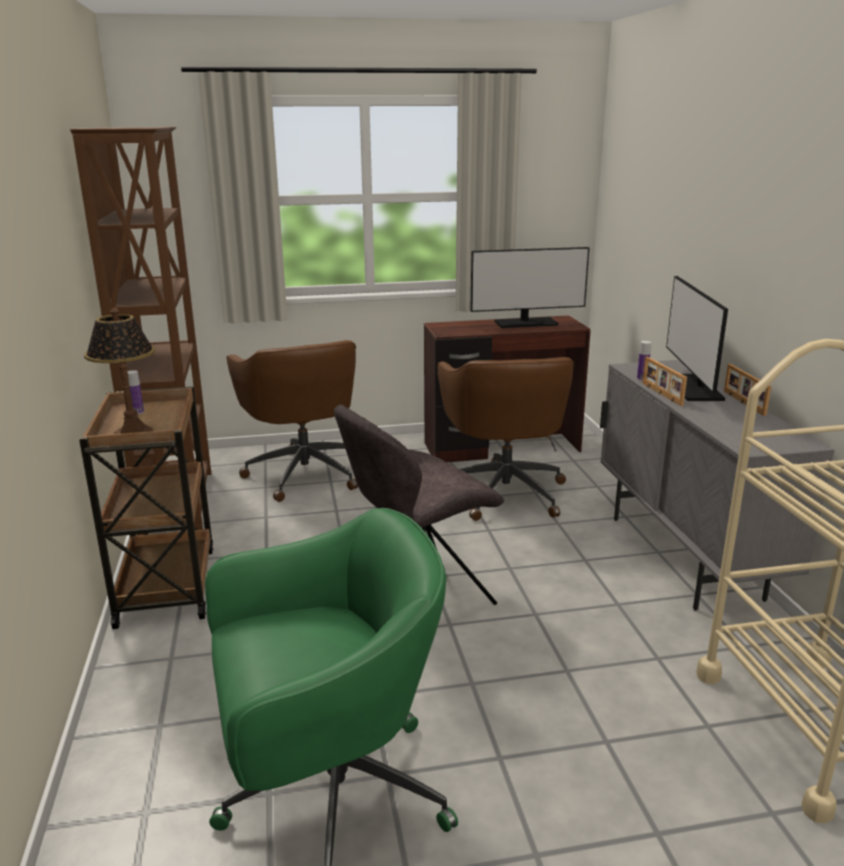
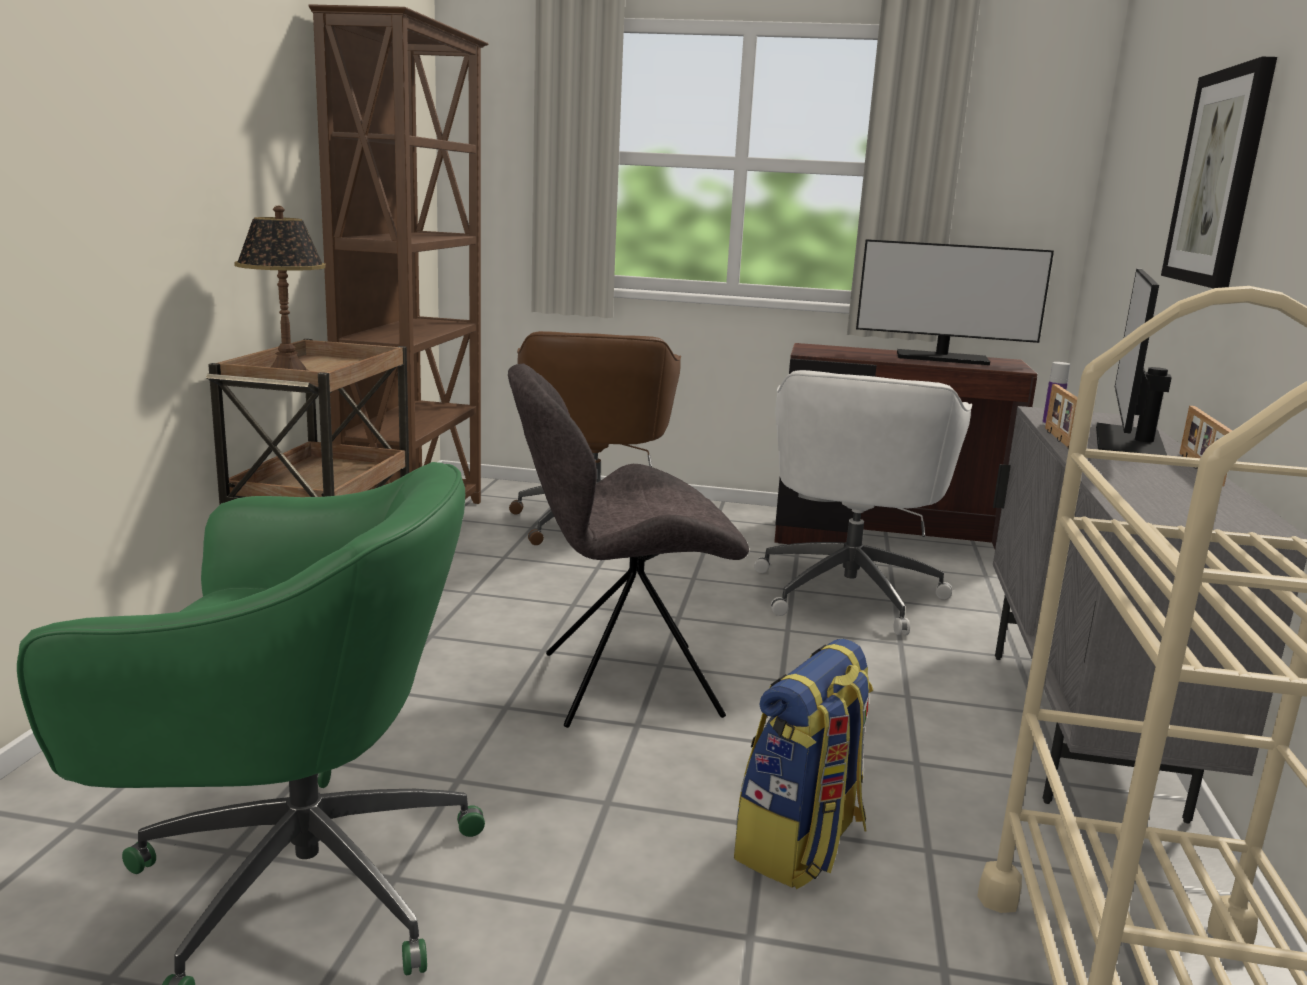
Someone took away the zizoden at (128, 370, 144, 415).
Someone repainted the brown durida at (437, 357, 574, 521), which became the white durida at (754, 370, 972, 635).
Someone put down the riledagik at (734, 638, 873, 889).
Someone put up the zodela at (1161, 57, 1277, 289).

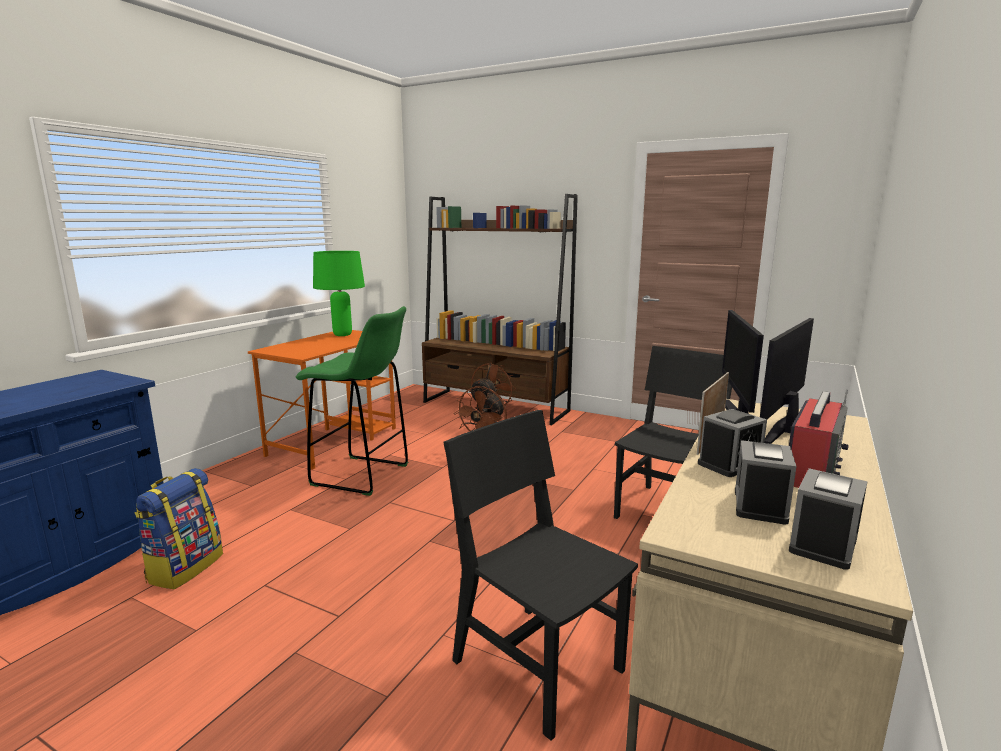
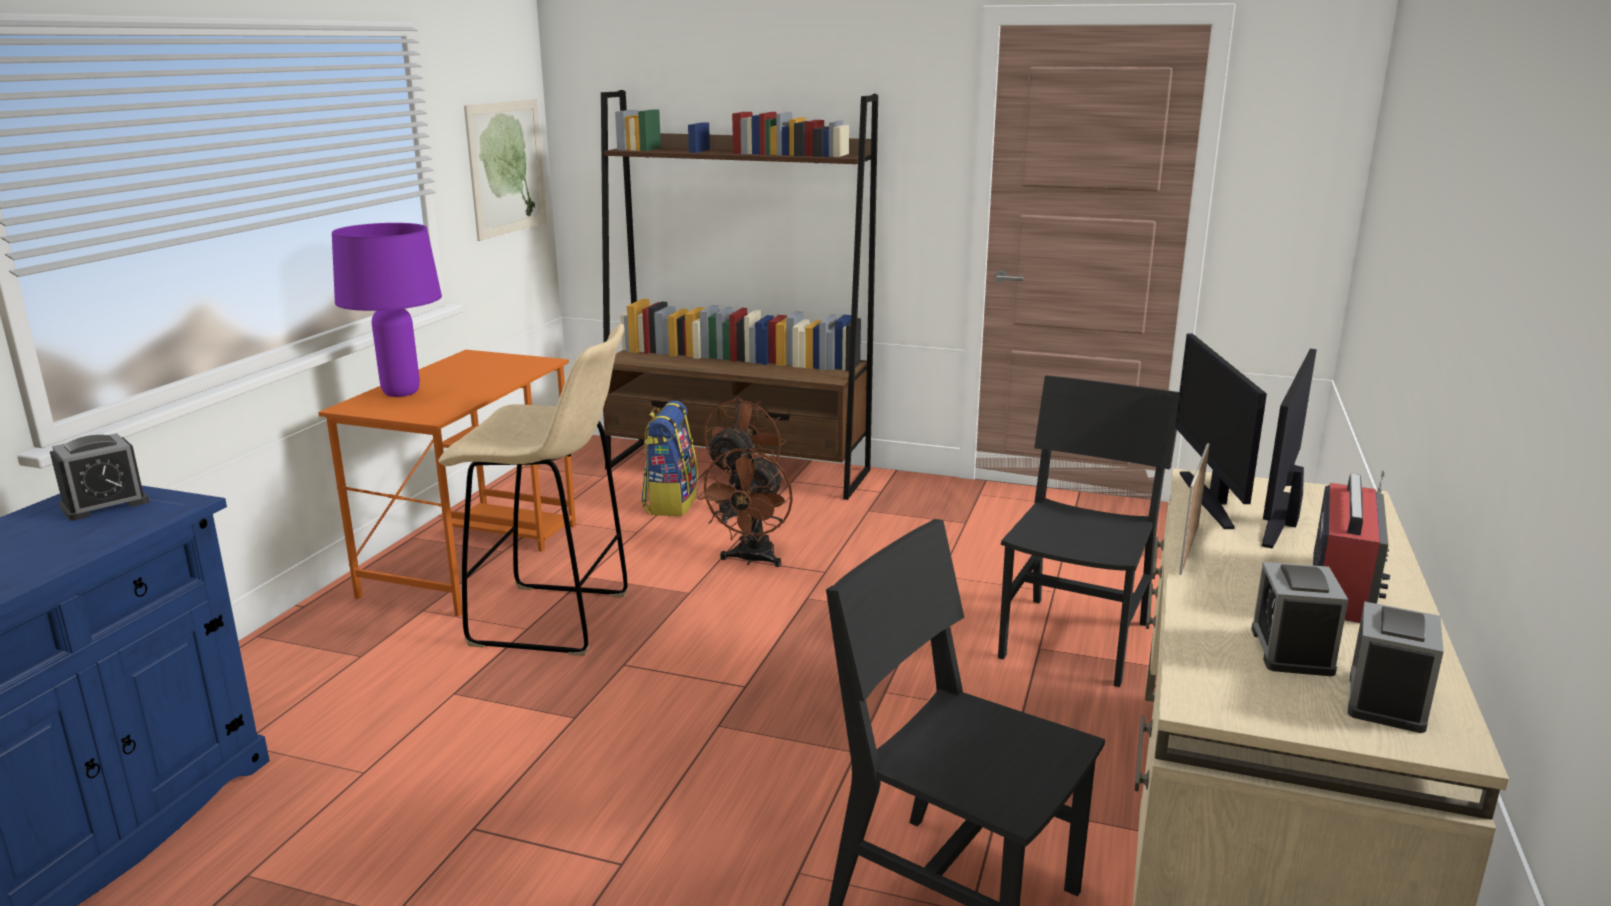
Someone carried the riledagik from (135, 468, 223, 589) to (641, 400, 698, 516).
Someone repainted the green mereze at (296, 306, 408, 496), which became the beige mereze at (438, 324, 628, 656).
Someone took away the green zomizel at (313, 251, 365, 336).
Someone carried the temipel from (698, 409, 767, 477) to (50, 433, 149, 521).
Someone put down the purple zomizel at (332, 223, 442, 397).
Someone put up the zodela at (464, 99, 547, 241).

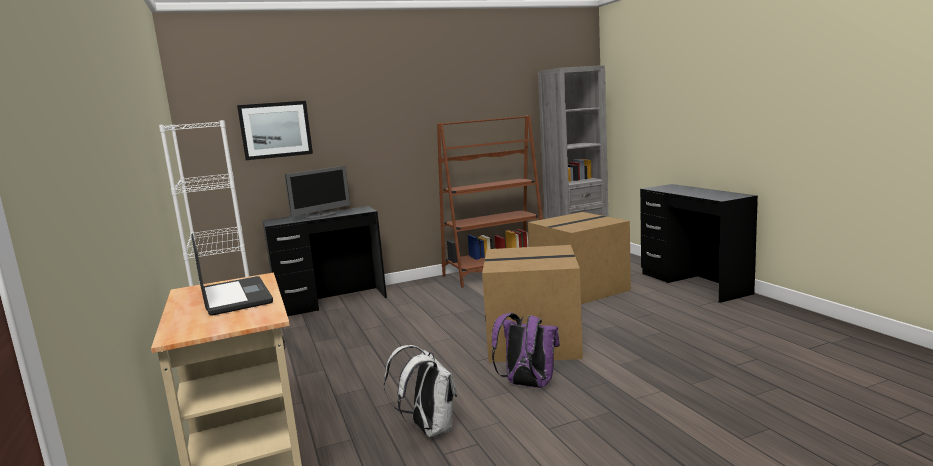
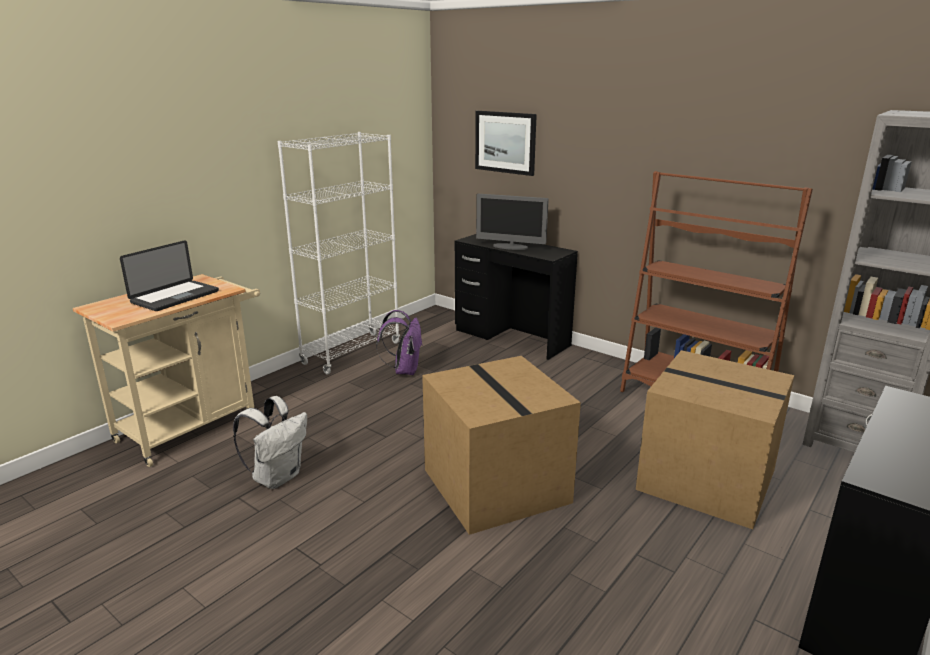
Someone carried the purple riledagik from (492, 313, 560, 388) to (376, 310, 423, 375).

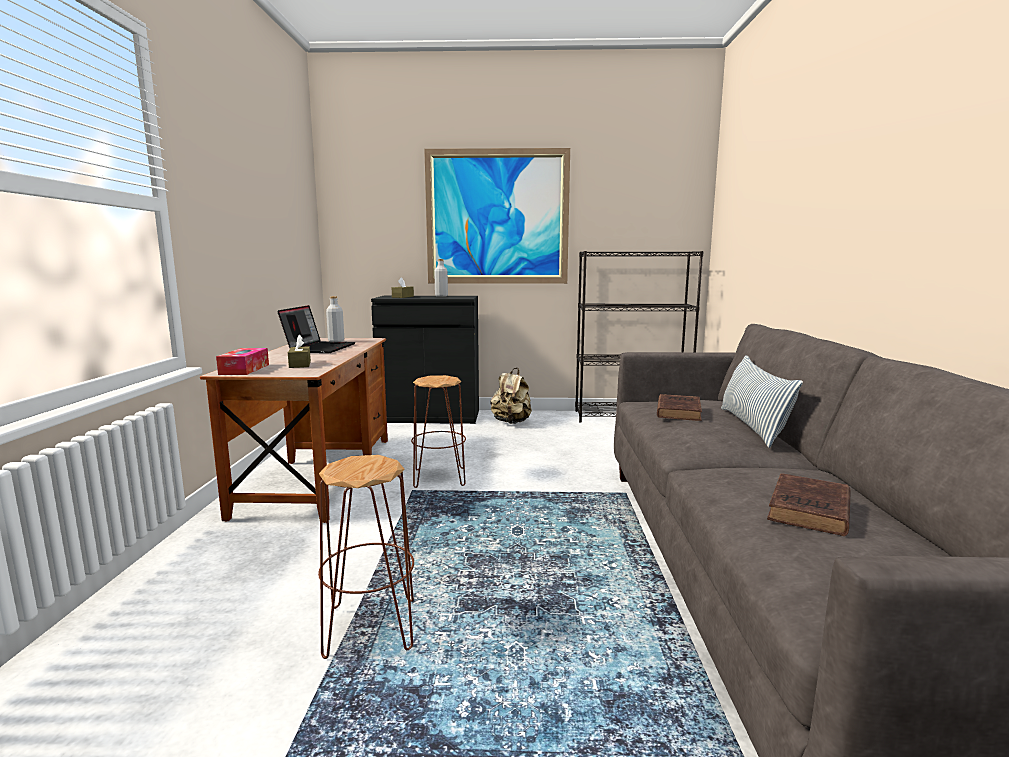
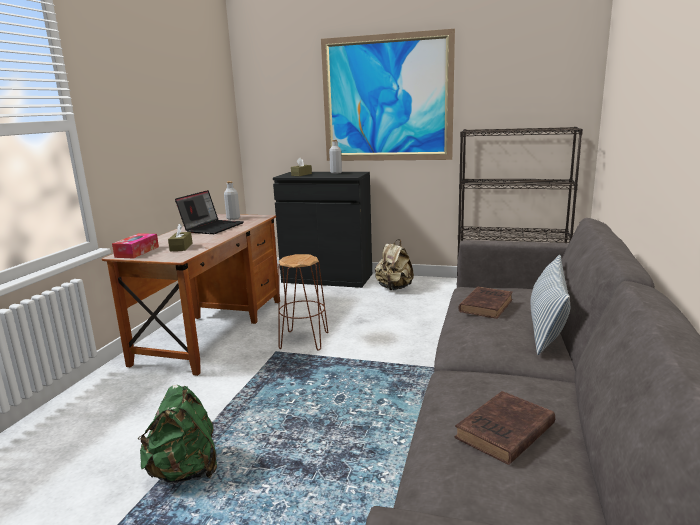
Someone swapped the brown mereze at (318, 455, 414, 659) for the green riledagik at (138, 385, 217, 483).

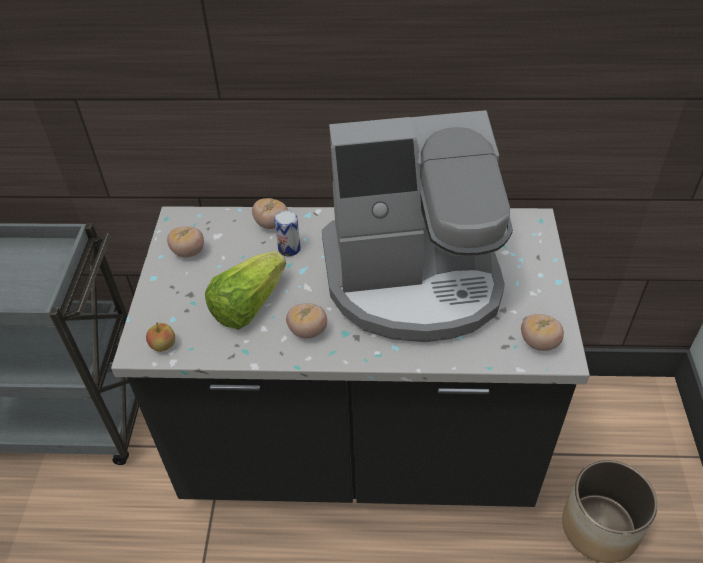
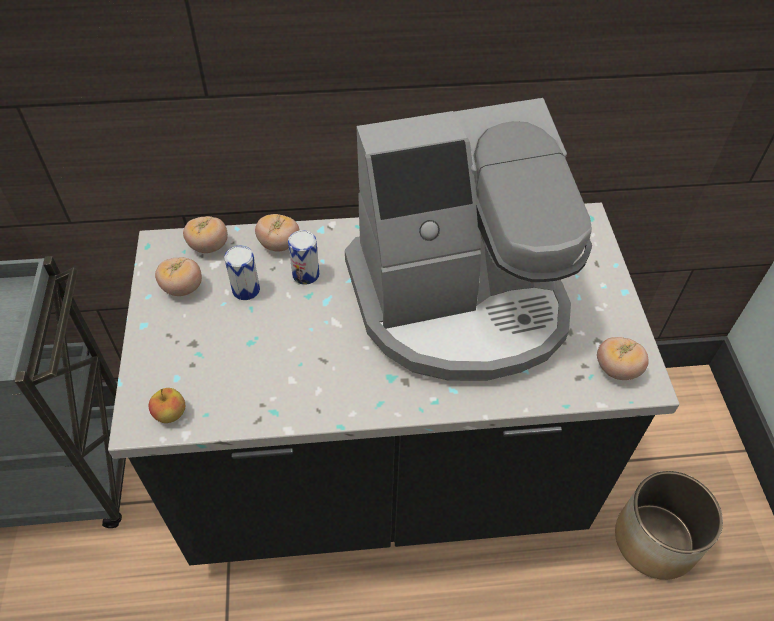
Someone took away the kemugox at (205, 252, 286, 330).
Someone carried the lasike from (286, 303, 327, 339) to (183, 216, 228, 253).
Someone put down the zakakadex at (224, 245, 260, 300).

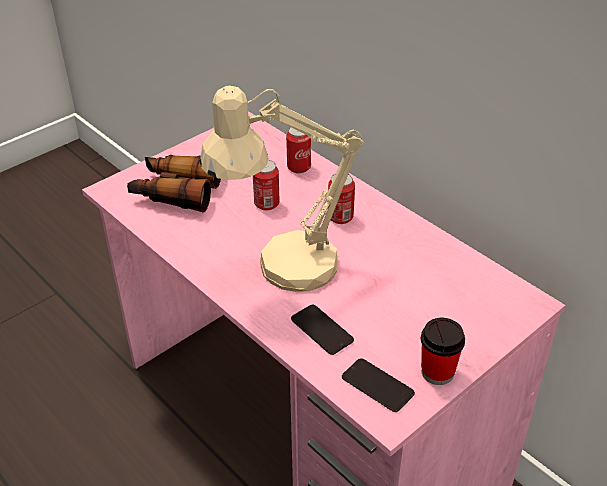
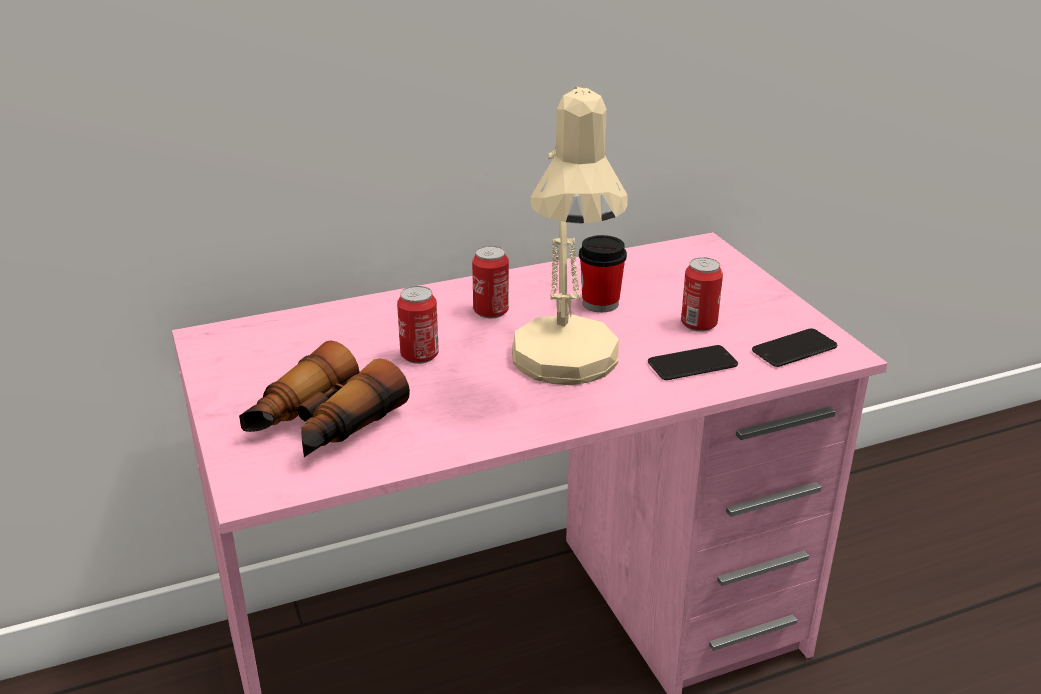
Someone carried the zakakadex from (286, 127, 311, 173) to (681, 257, 723, 332).
Someone carried the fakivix from (421, 318, 465, 385) to (579, 235, 627, 312).

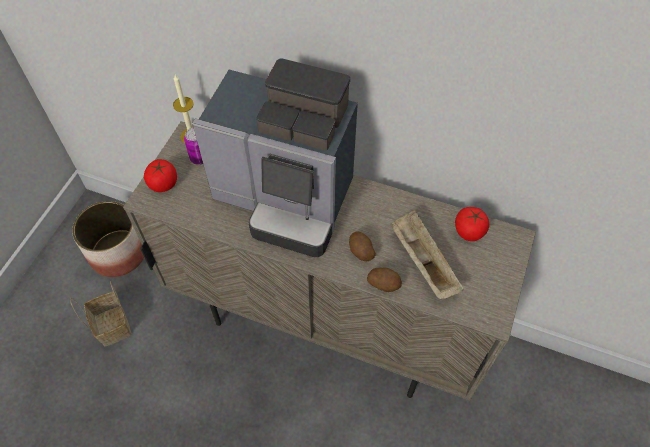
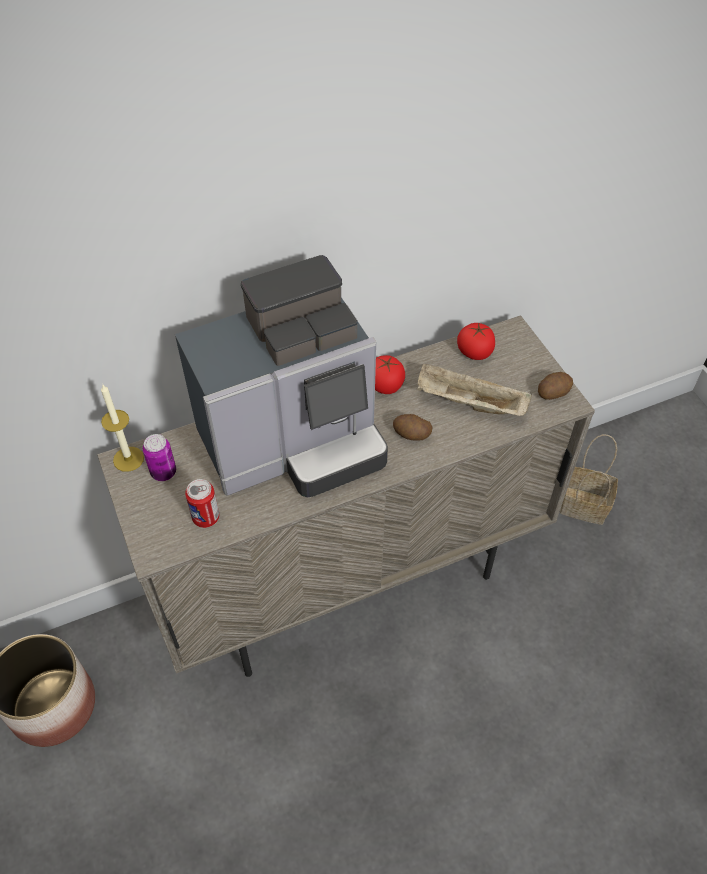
Someone carried the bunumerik from (70, 281, 131, 347) to (560, 434, 618, 525).
Someone carried the lasike from (144, 159, 177, 192) to (375, 355, 405, 394).
Someone carried the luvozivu from (367, 268, 402, 292) to (538, 372, 573, 400).
Someone put down the zakakadex at (185, 479, 219, 528).

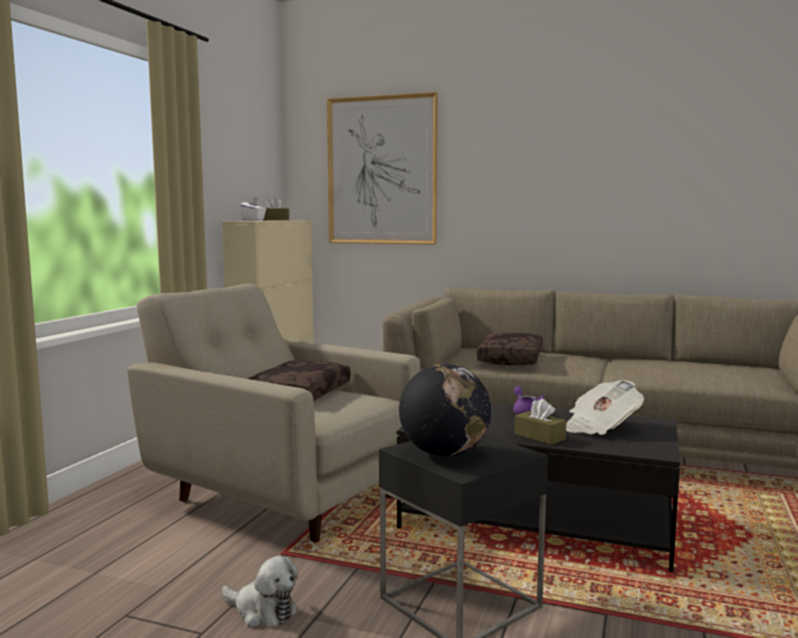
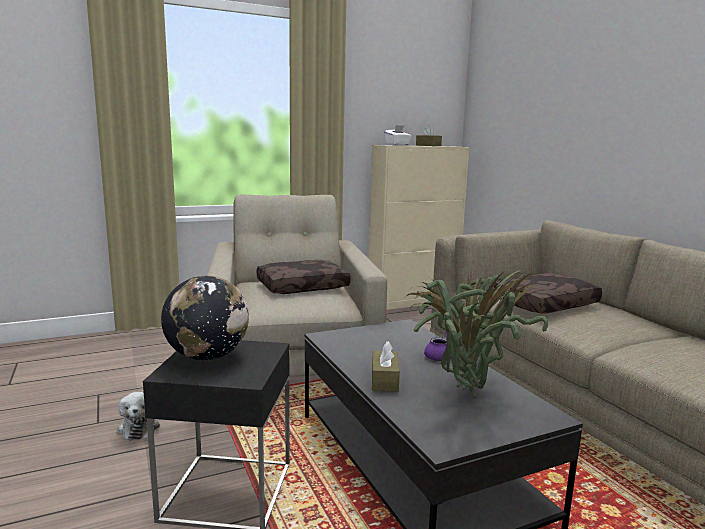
Someone took away the zodela at (327, 92, 438, 245).
Someone swapped the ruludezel at (566, 380, 644, 435) for the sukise at (403, 268, 548, 398).

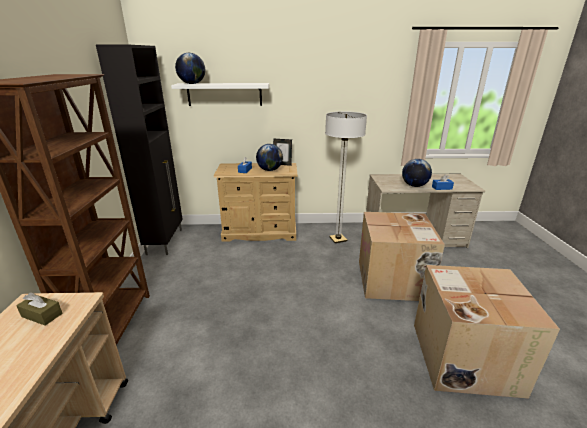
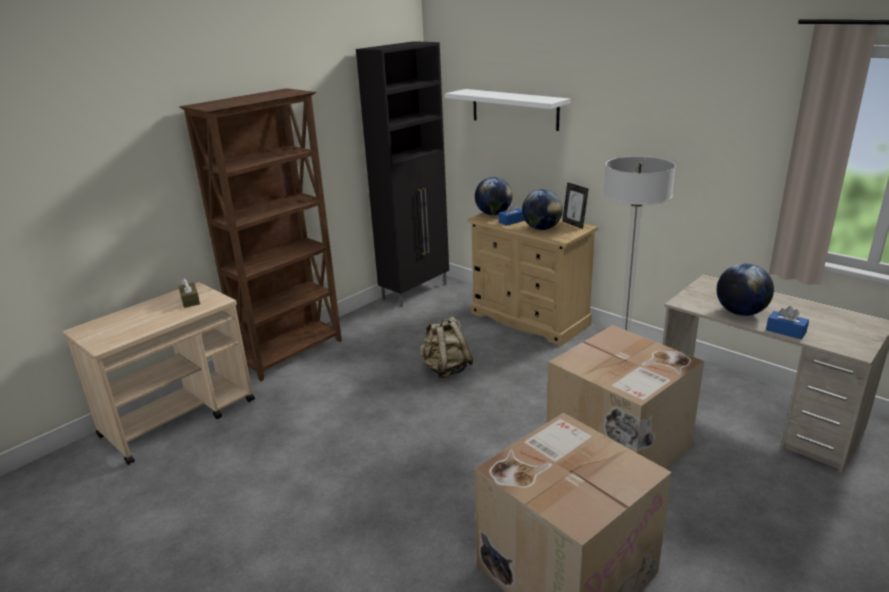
Someone carried the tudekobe from (175, 53, 205, 84) to (475, 177, 513, 215).
Someone put down the beige riledagik at (420, 316, 473, 379).

